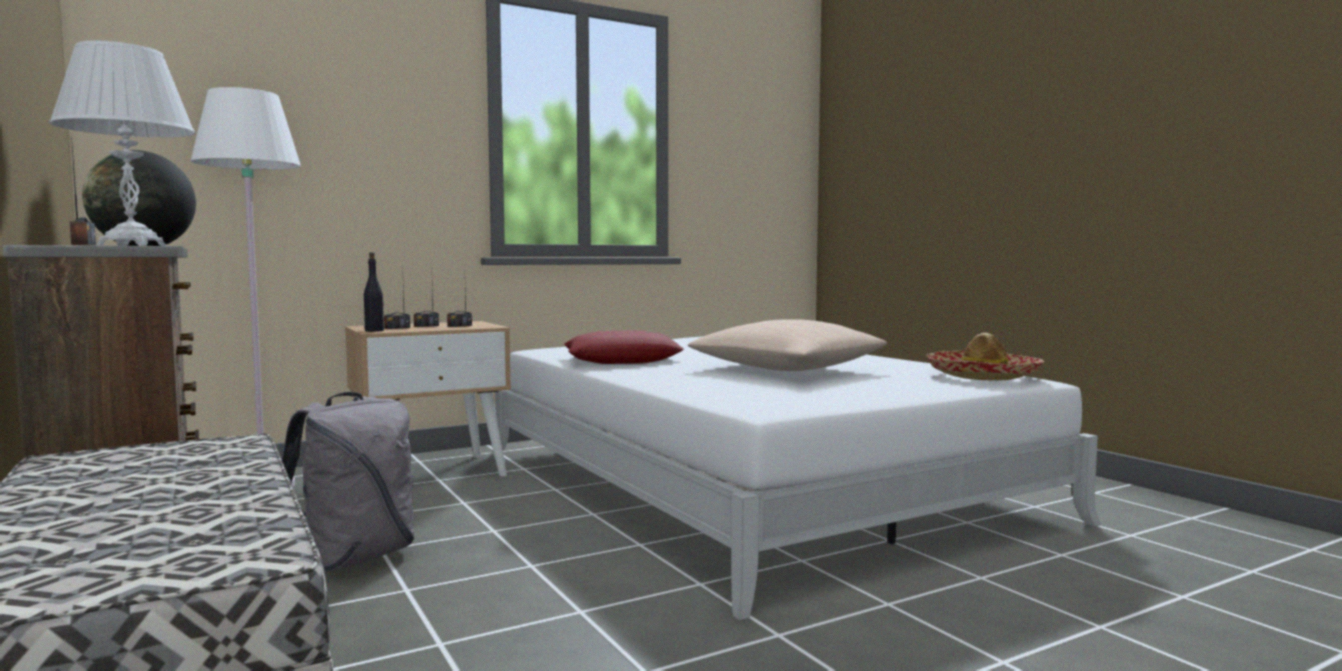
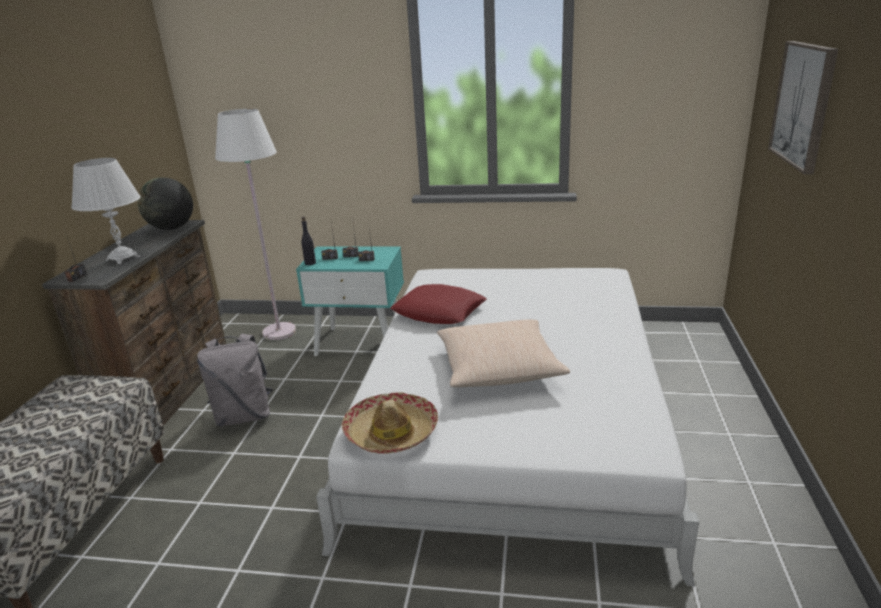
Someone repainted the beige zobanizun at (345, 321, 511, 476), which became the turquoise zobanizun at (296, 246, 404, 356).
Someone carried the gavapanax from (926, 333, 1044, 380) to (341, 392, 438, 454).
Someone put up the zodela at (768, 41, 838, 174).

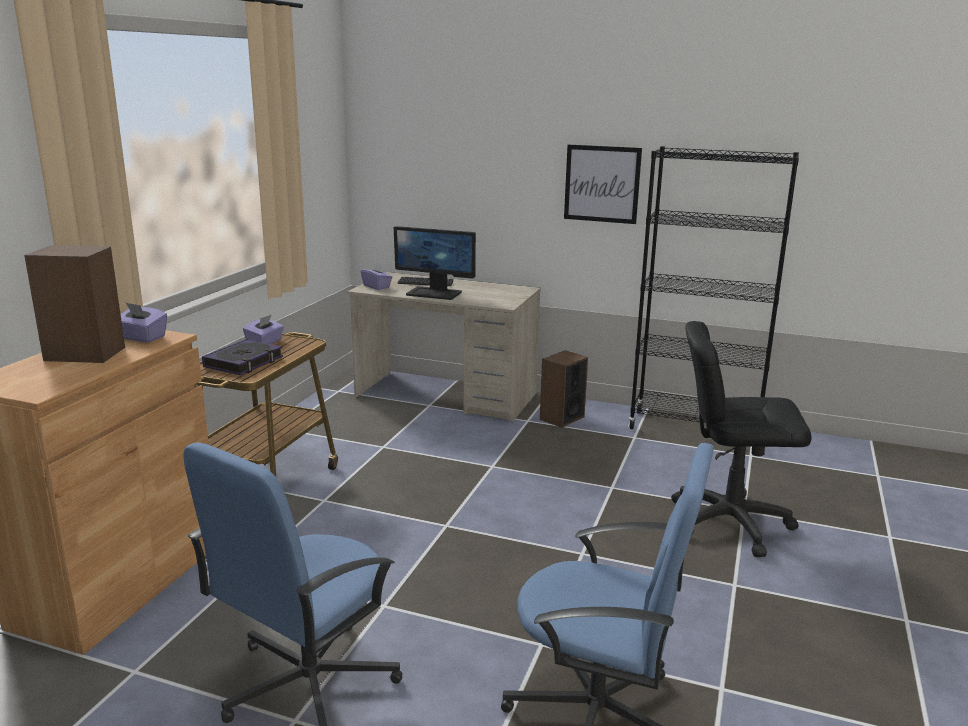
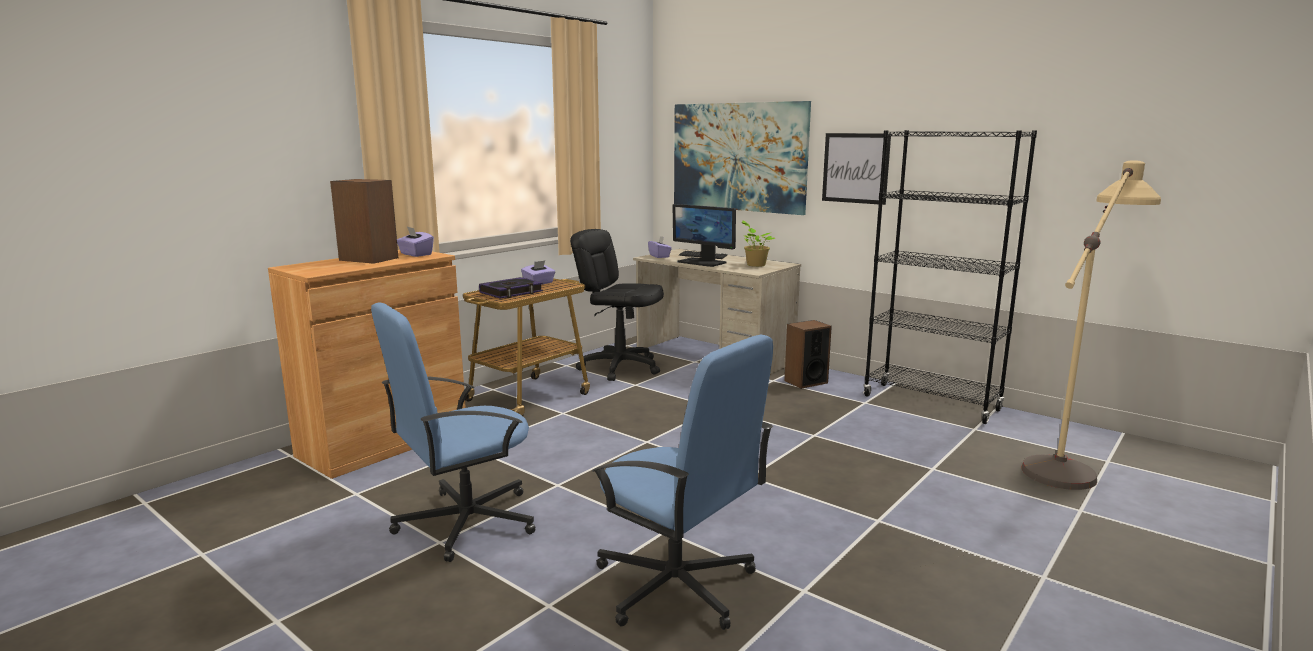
Someone carried the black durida from (671, 321, 812, 557) to (570, 229, 664, 381).
Someone put up the zodela at (674, 101, 811, 215).
Someone put down the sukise at (742, 220, 775, 267).
Someone put down the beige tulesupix at (1021, 160, 1161, 490).

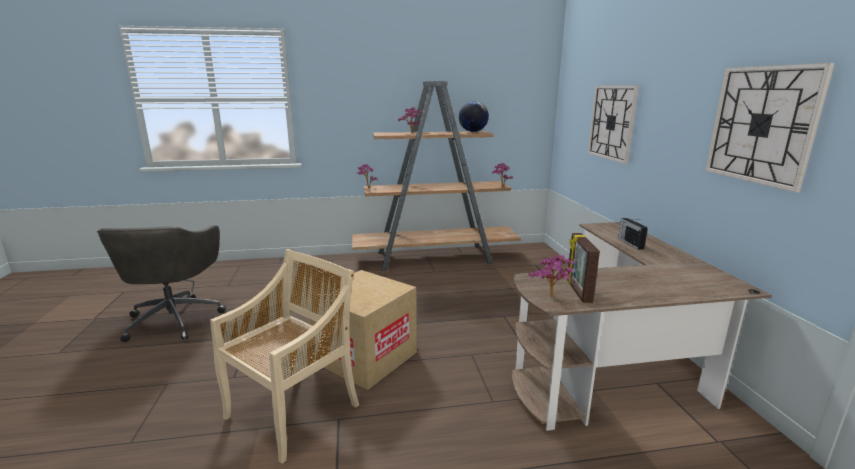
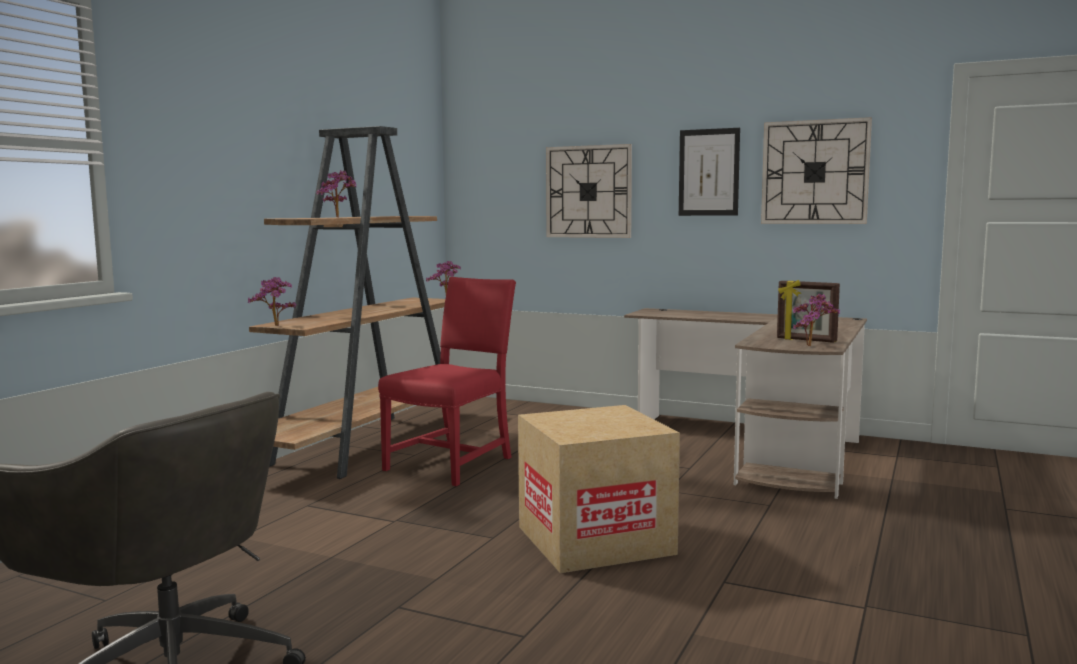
Someone took away the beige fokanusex at (210, 249, 359, 464).
Someone took away the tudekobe at (459, 101, 489, 132).
Someone took away the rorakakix at (618, 218, 648, 249).
Someone put down the red fokanusex at (378, 277, 516, 486).
Someone put up the zodela at (679, 128, 740, 216).

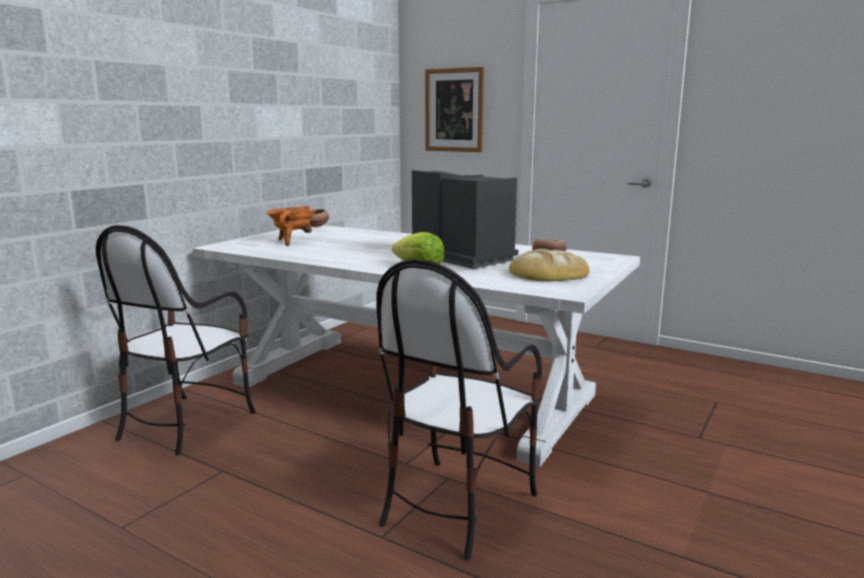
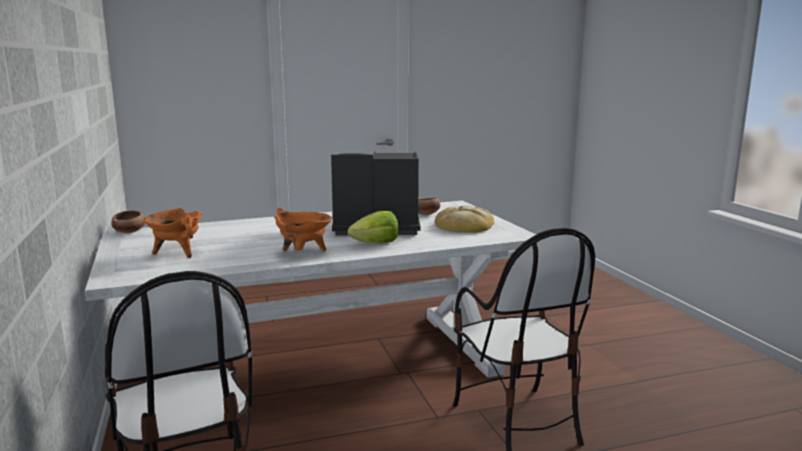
Someone took away the zodela at (425, 67, 484, 152).
Someone put down the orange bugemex at (274, 208, 332, 251).

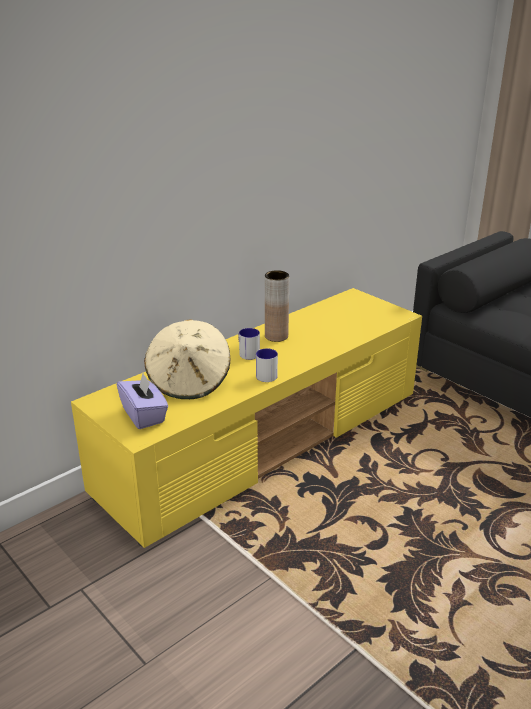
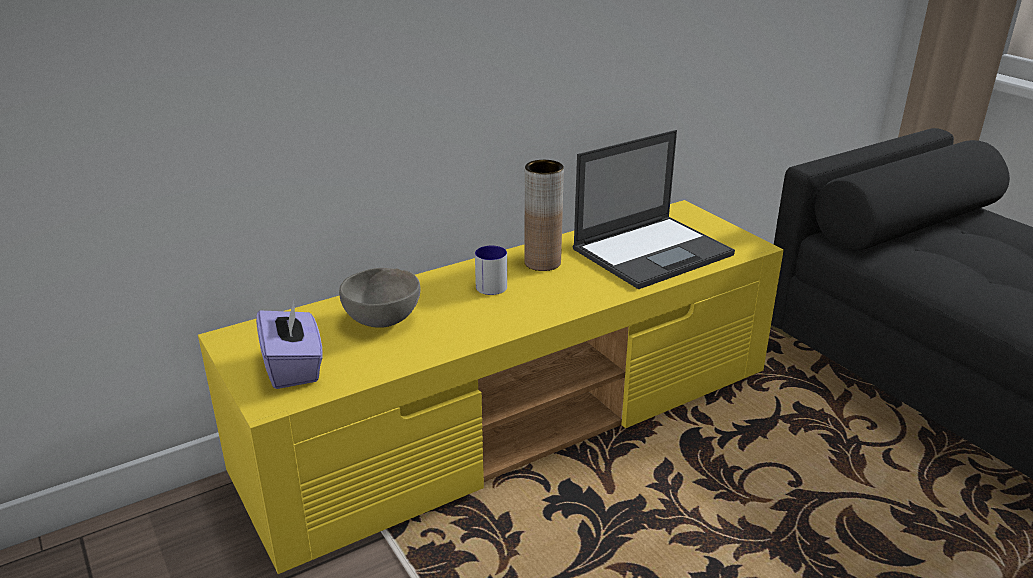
Someone swapped the beige gavapanax at (144, 320, 230, 399) for the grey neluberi at (339, 268, 421, 328).
Someone took away the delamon at (256, 349, 278, 382).
Someone put down the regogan at (573, 130, 735, 289).

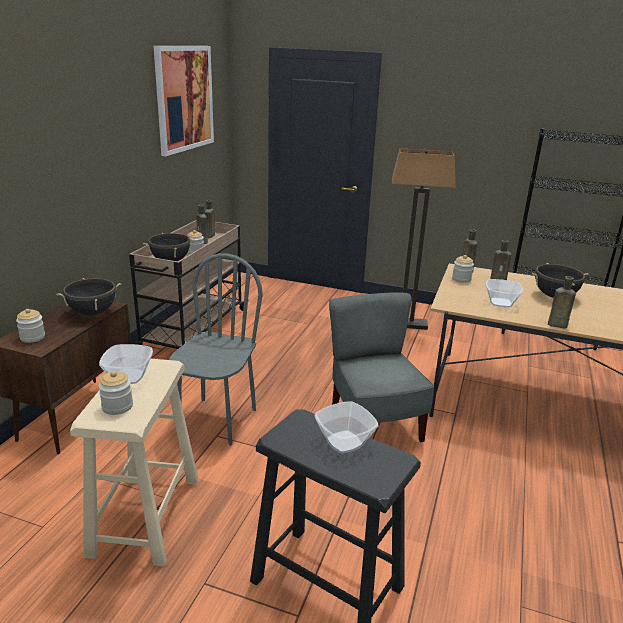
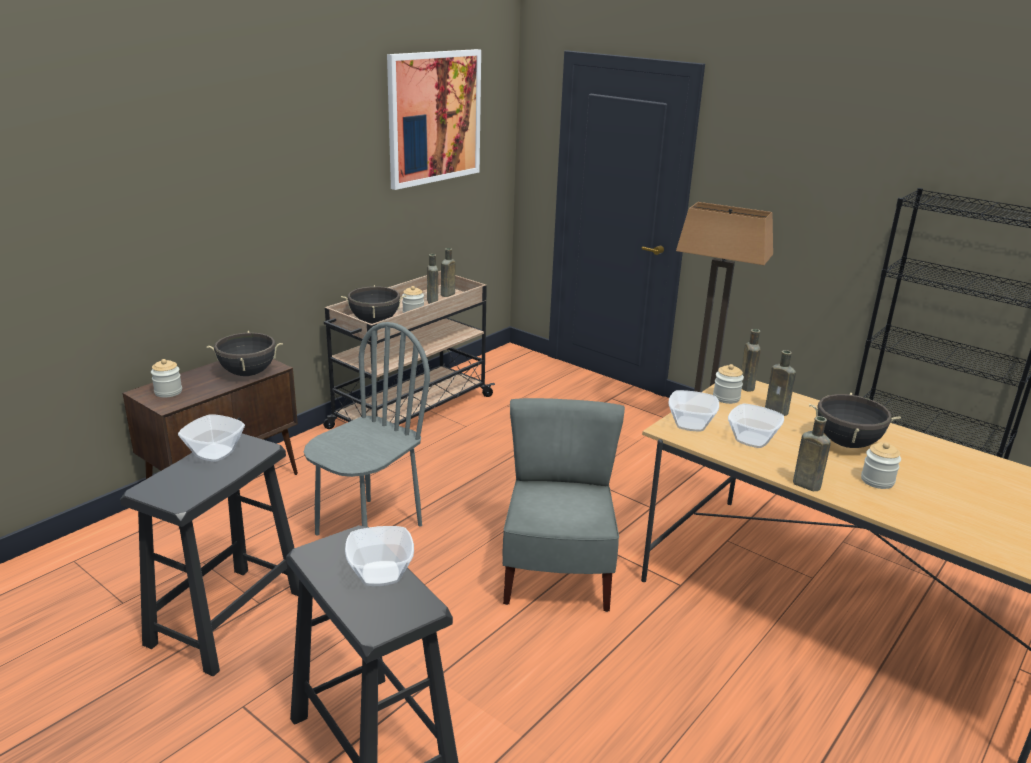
Someone repainted the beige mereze at (70, 359, 199, 566), which became the black mereze at (120, 433, 299, 676).
Someone carried the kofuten from (98, 371, 133, 415) to (861, 442, 901, 489).
Someone put down the neluberi at (669, 390, 719, 432).

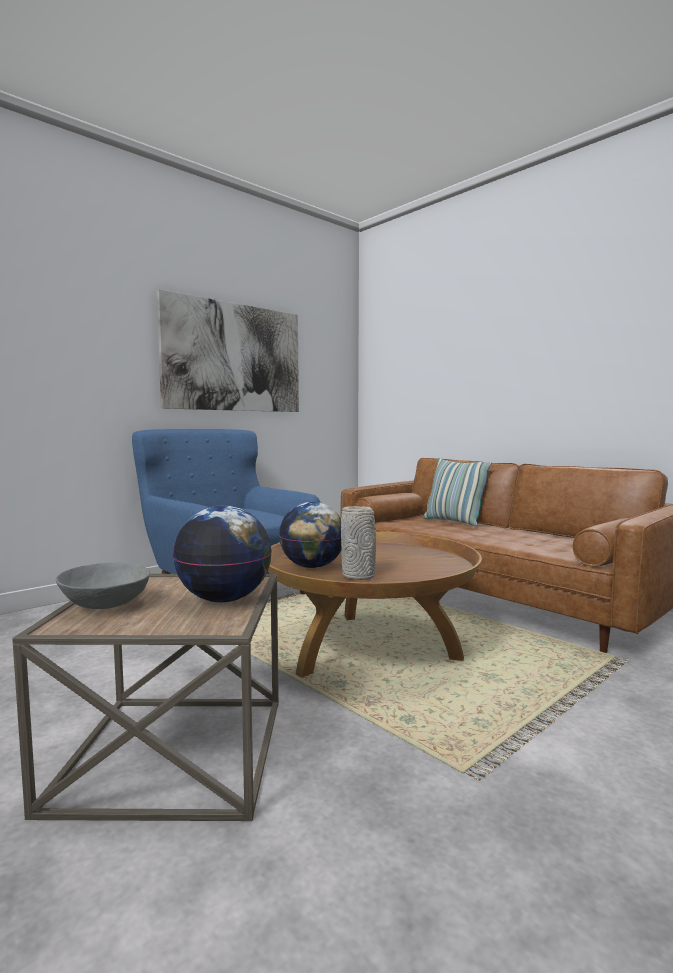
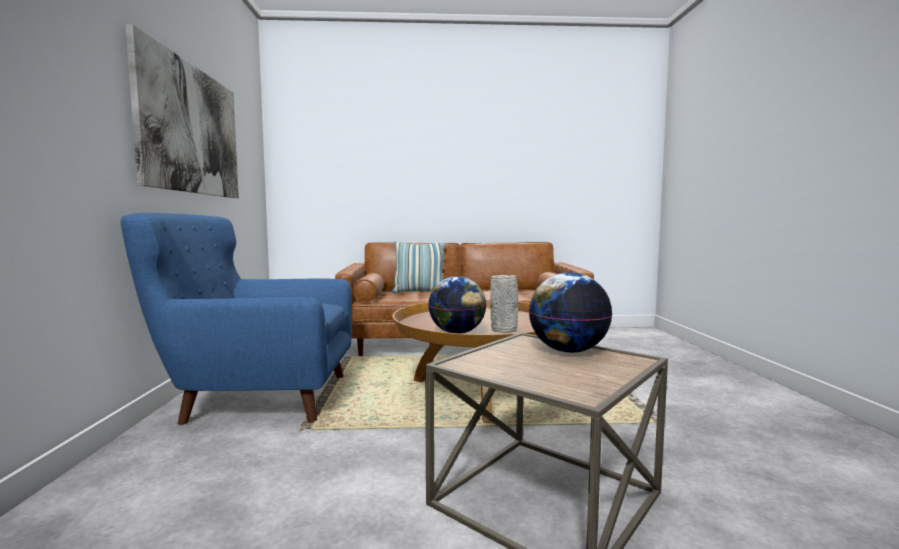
Someone took away the grey neluberi at (56, 563, 150, 609).

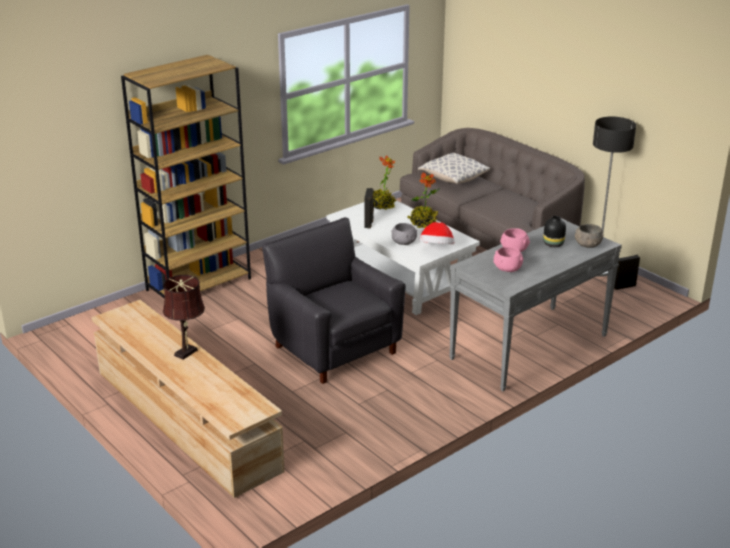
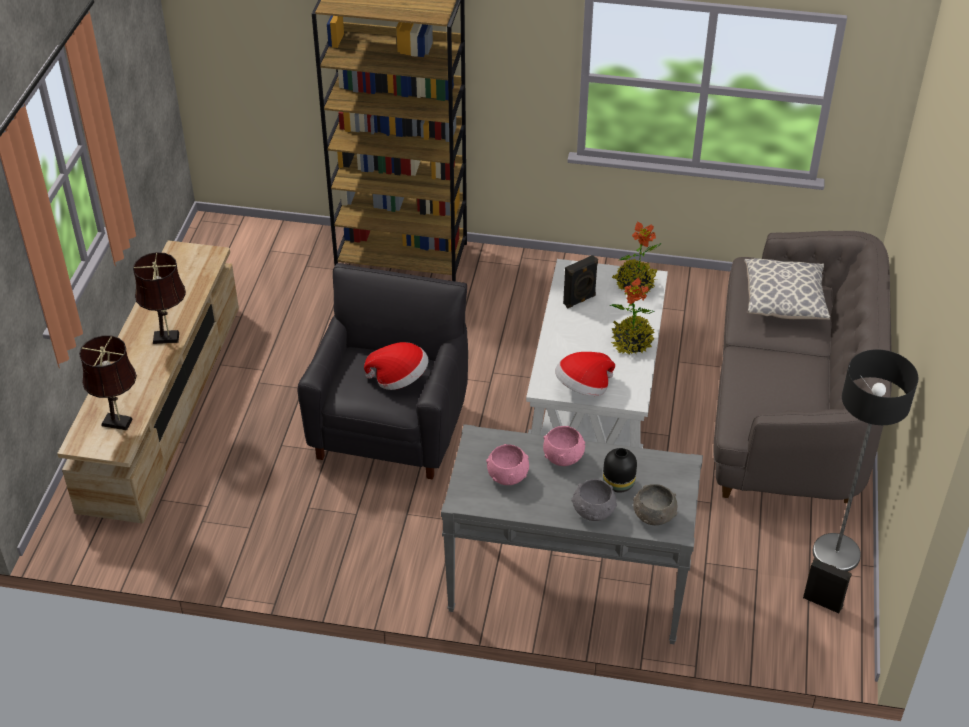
Someone carried the grey neluberi from (391, 223, 417, 245) to (571, 479, 617, 521).
Someone put down the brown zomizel at (79, 335, 137, 431).
Someone put down the gavapanax at (364, 342, 428, 390).

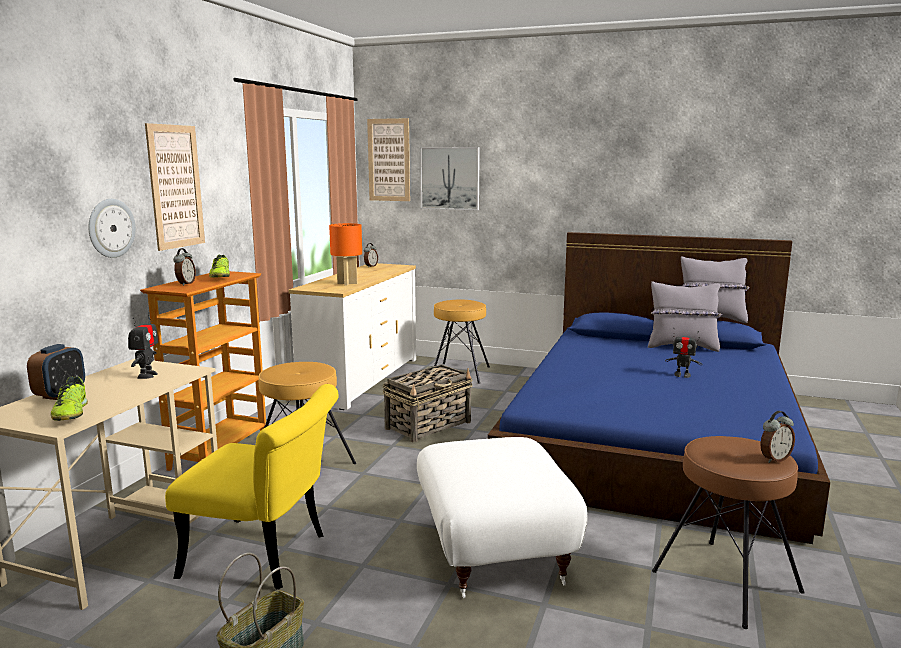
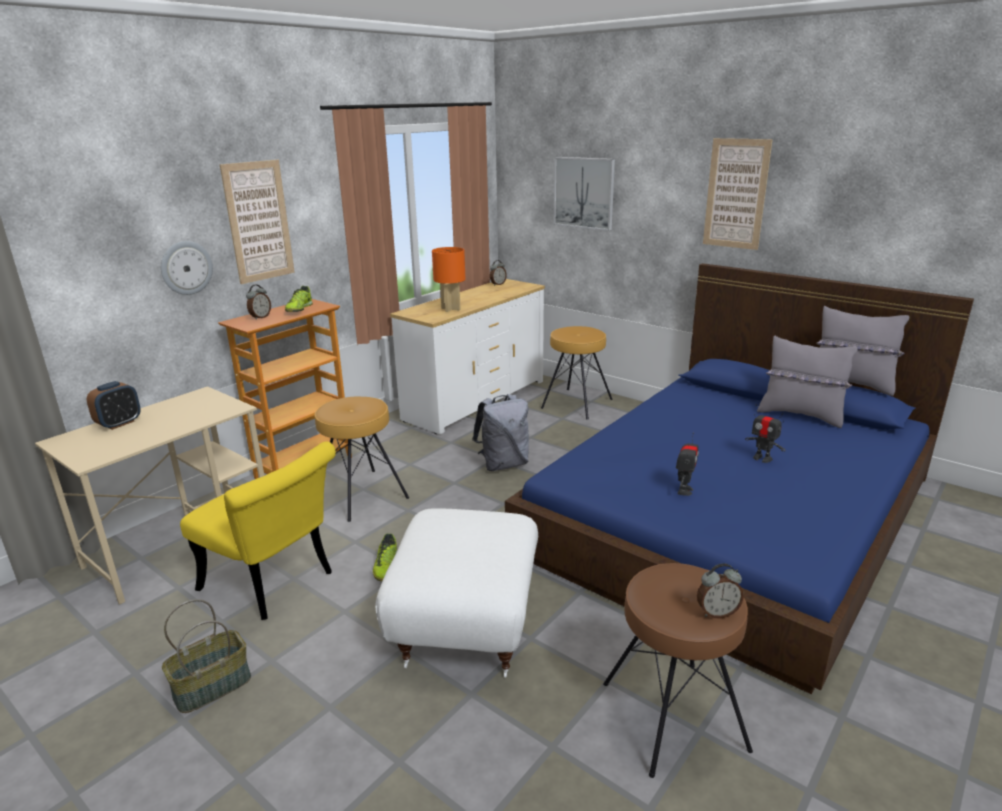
Someone carried the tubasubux from (51, 377, 88, 421) to (373, 533, 397, 581).
Someone carried the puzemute from (128, 312, 158, 379) to (676, 432, 699, 496).
Someone carried the zodela from (367, 118, 410, 201) to (703, 138, 773, 250).
Someone swapped the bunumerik at (382, 364, 473, 442) for the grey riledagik at (472, 394, 529, 471).

